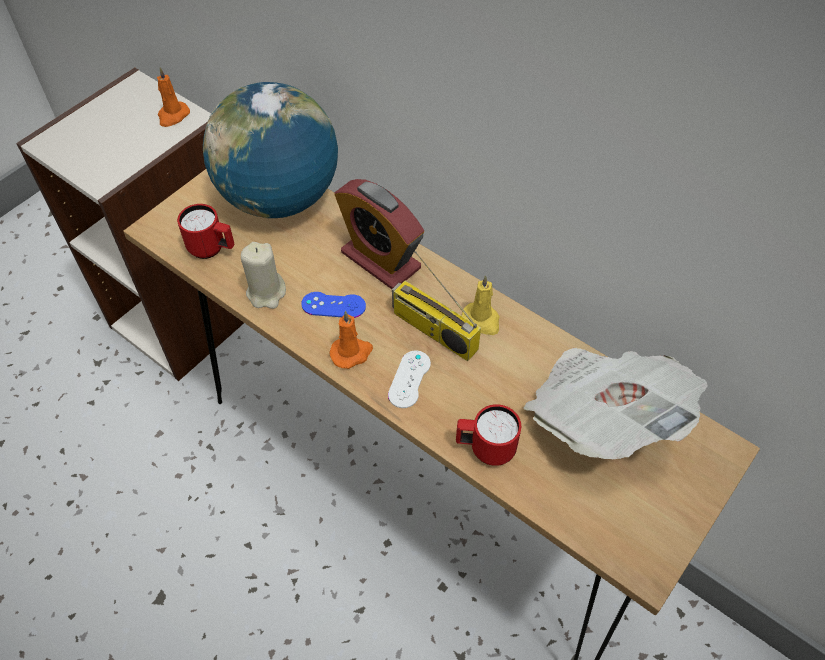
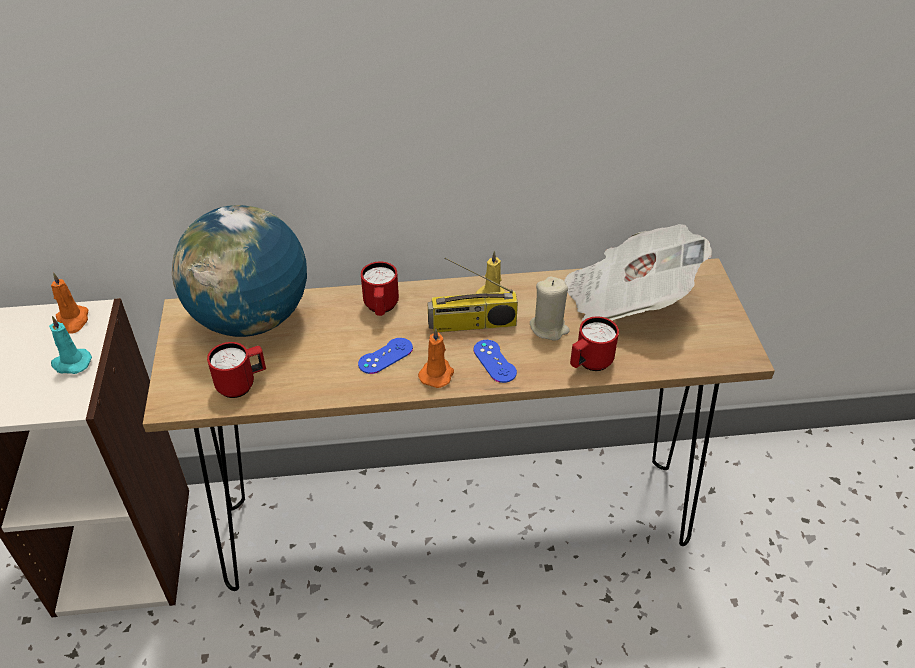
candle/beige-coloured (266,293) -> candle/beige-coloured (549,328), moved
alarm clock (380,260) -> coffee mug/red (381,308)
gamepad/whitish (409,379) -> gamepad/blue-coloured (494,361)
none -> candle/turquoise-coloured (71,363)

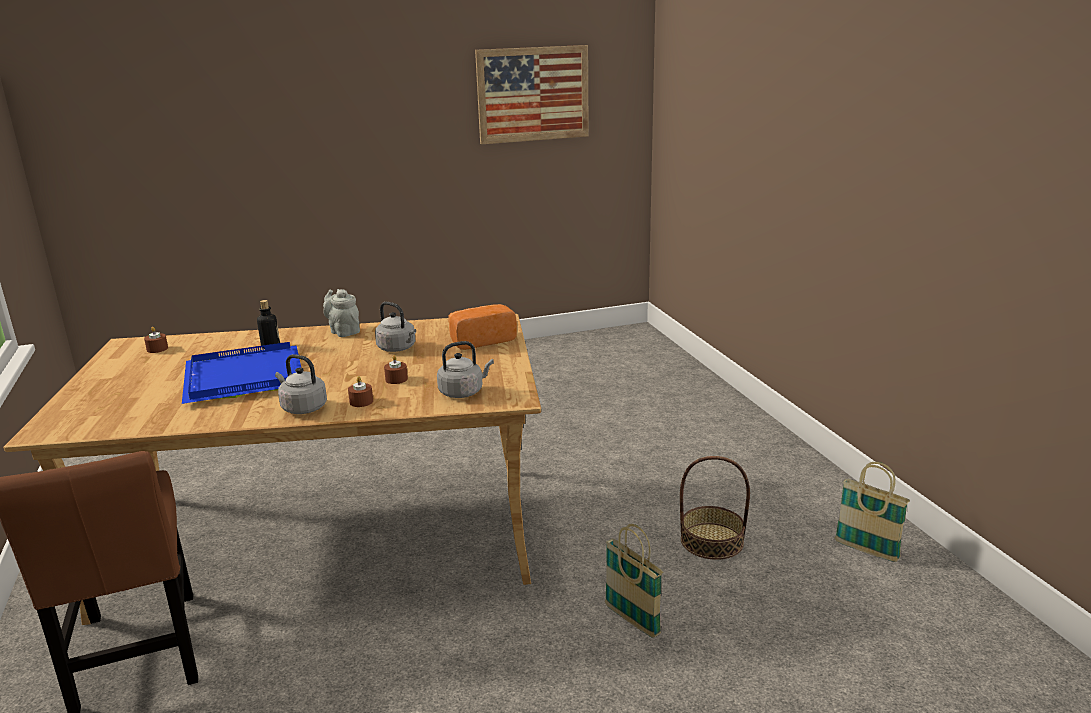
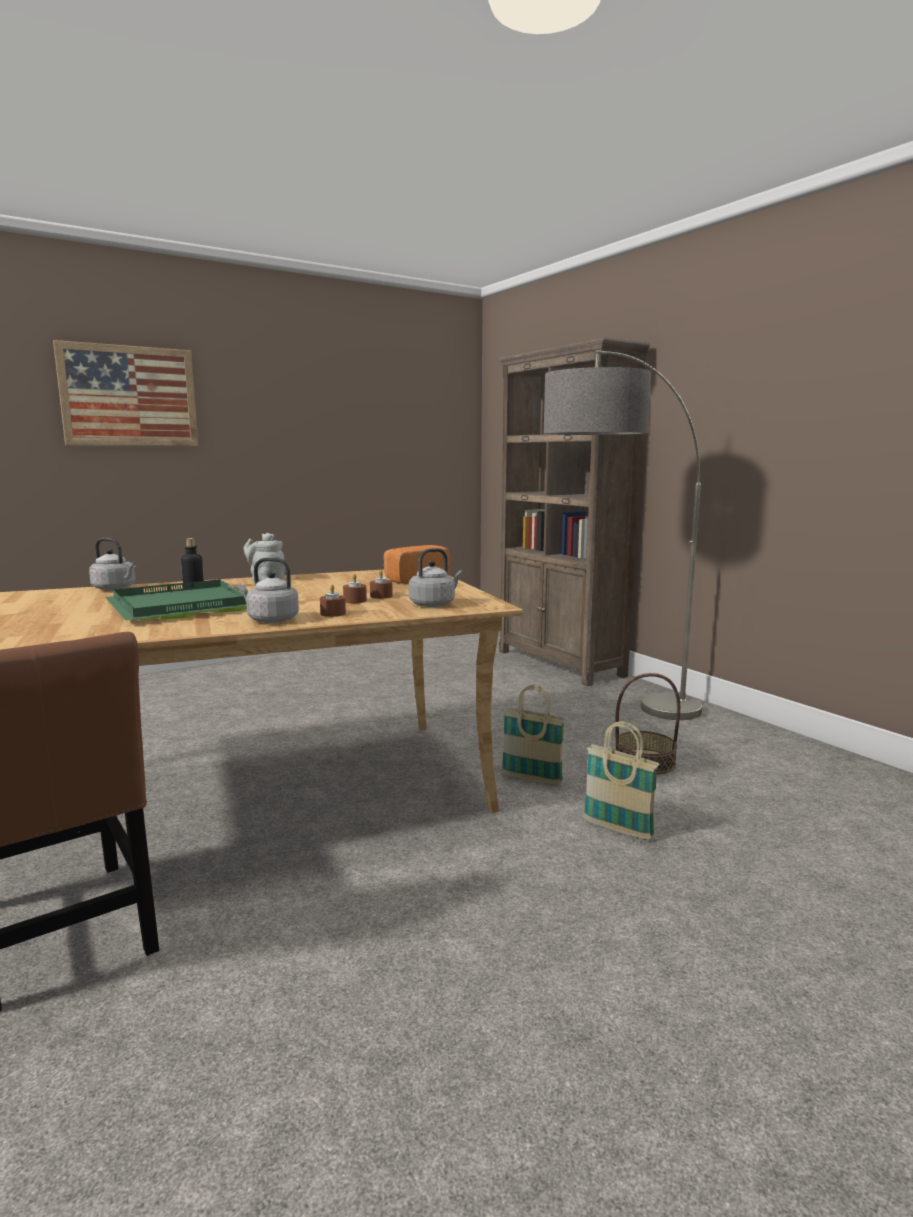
candle/brown (157,349) -> candle/brown (381,596), moved
carrying tray/blue-coloured (242,376) -> carrying tray/green (179,606)
water kettle/greyish (398,348) -> water kettle/greyish (116,588), moved
wall art (533,94) -> wall art (129,396), moved
basket (866,550) -> basket (531,779), moved
none -> shelving unit/brown (560,663)
none -> floor lamp (613,721)

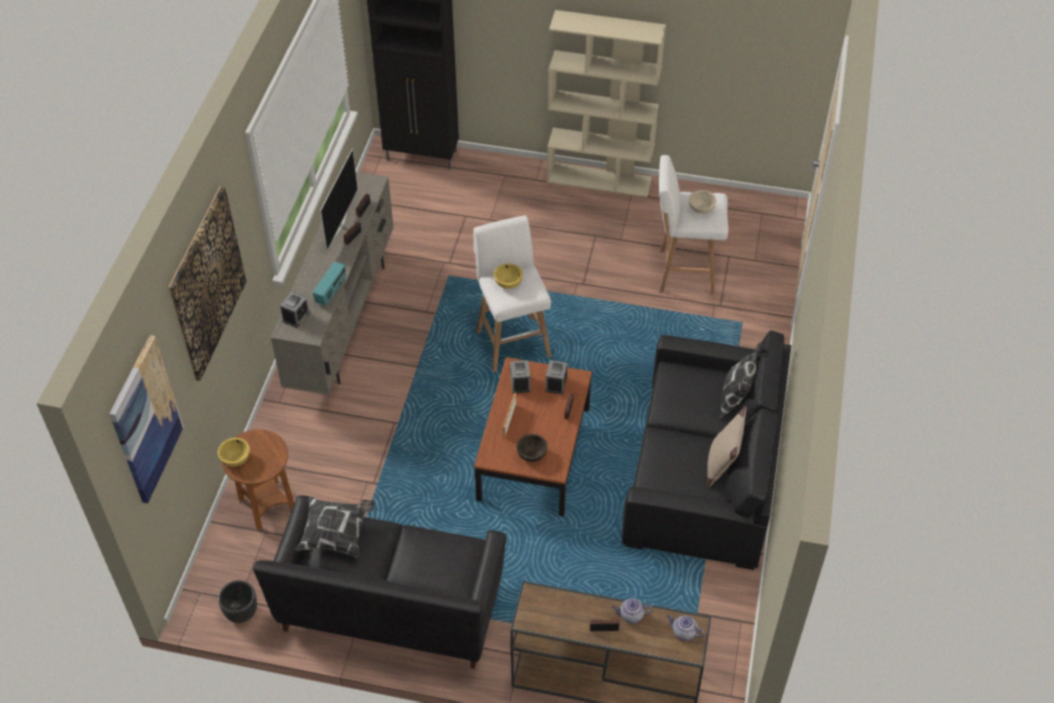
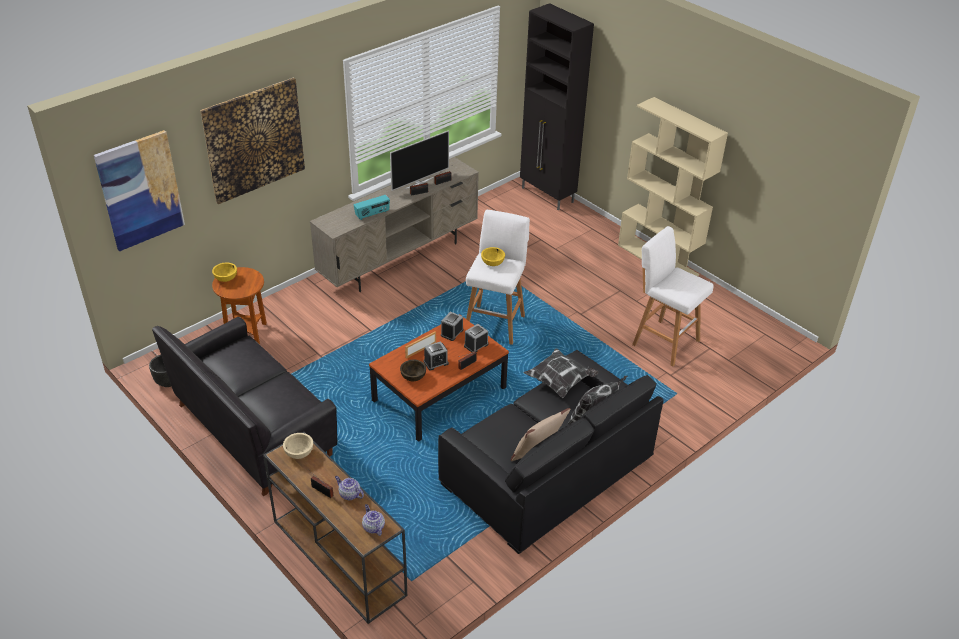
alarm clock (296,316) -> alarm clock (436,362), moved
throw pillow (337,534) -> throw pillow (560,381), moved
serving bowl/beige-coloured (701,208) -> serving bowl/beige-coloured (299,452), moved

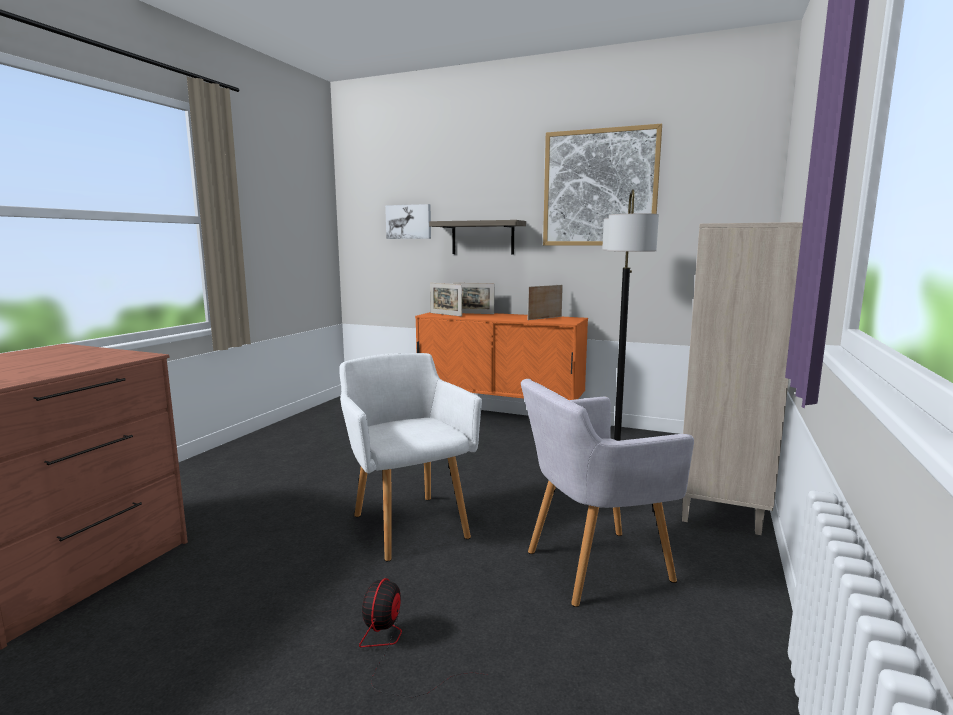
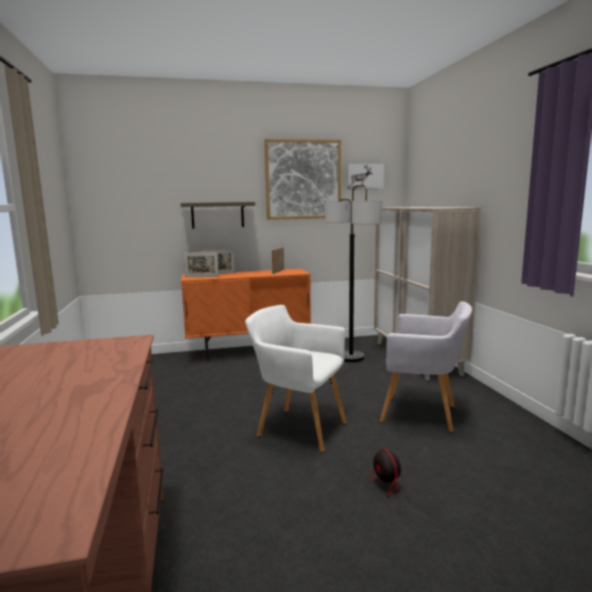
wall art (409,222) -> wall art (365,176), moved
armchair/greyish (591,566) -> armchair/greyish (423,414), 105 degrees counterclockwise

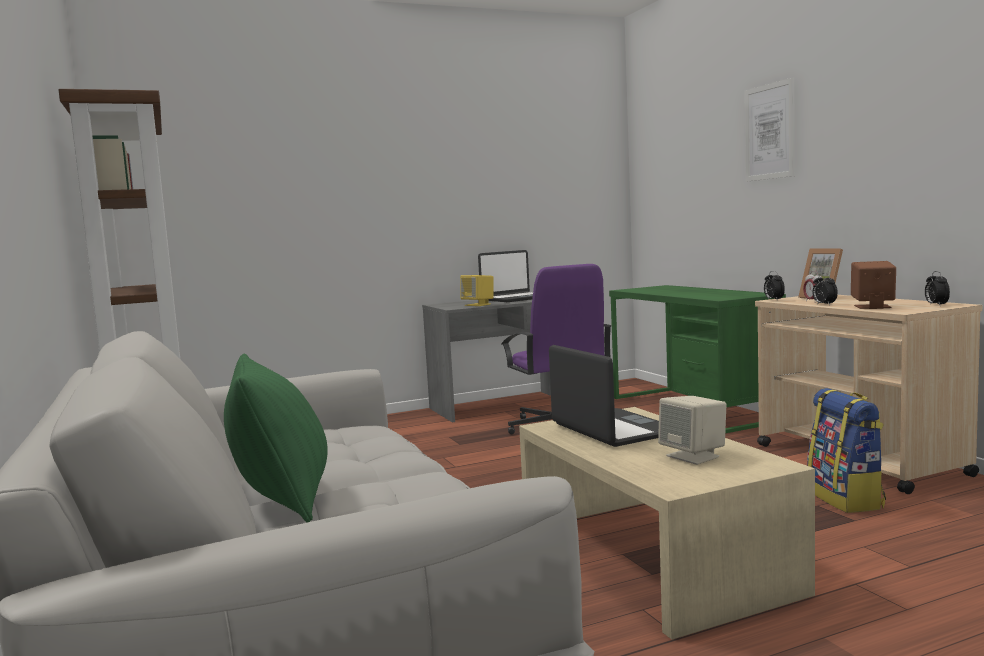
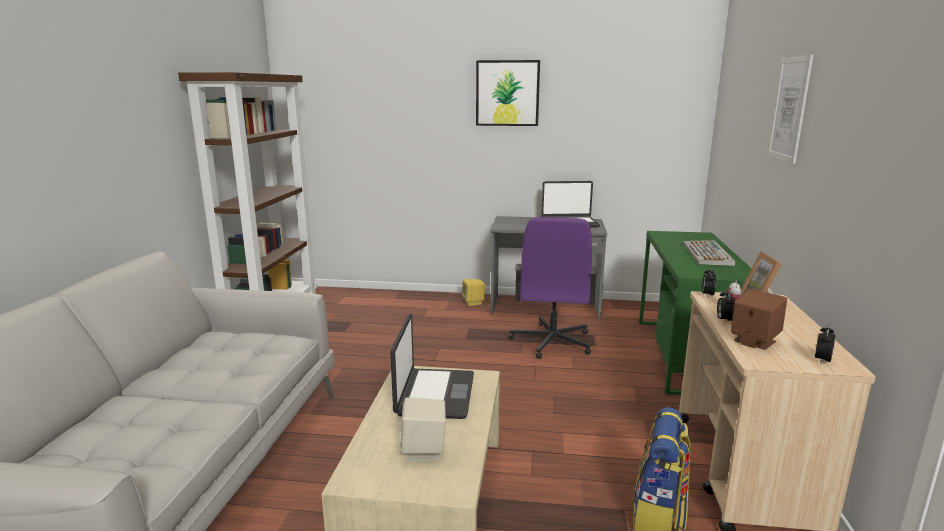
throw pillow/green (283,499) -> none
loudspeaker/yellow (478,305) -> loudspeaker/yellow (473,302), moved
none -> wall art (507,93)
none -> computer keyboard (708,254)

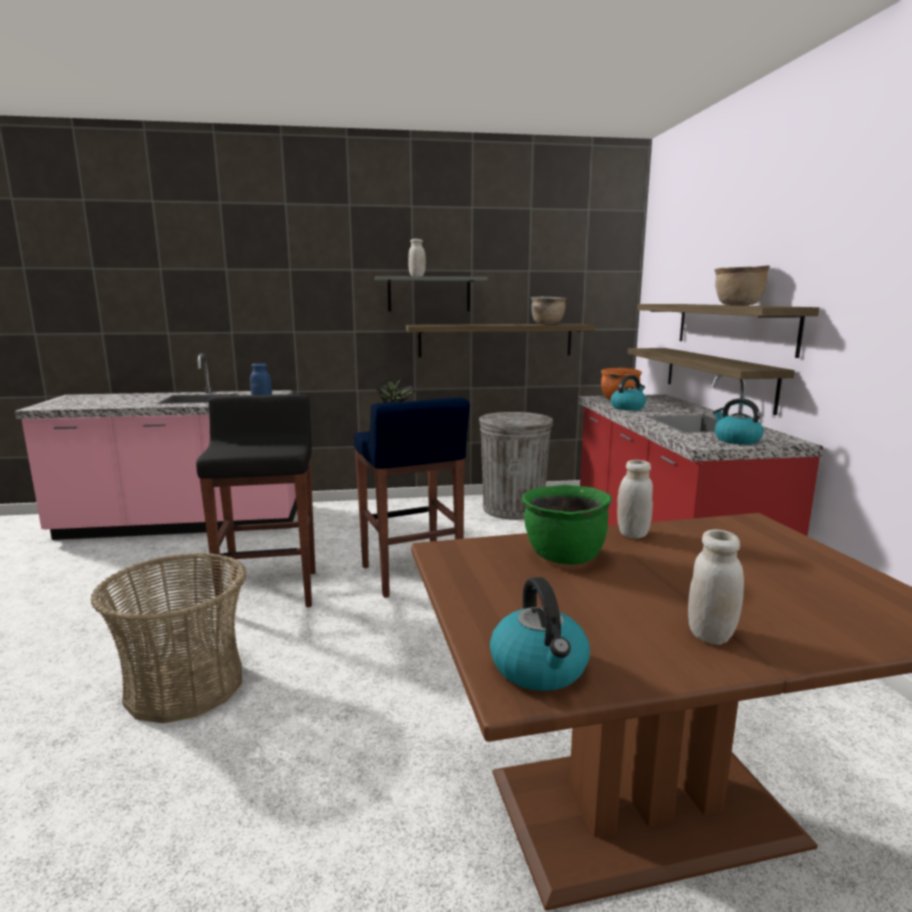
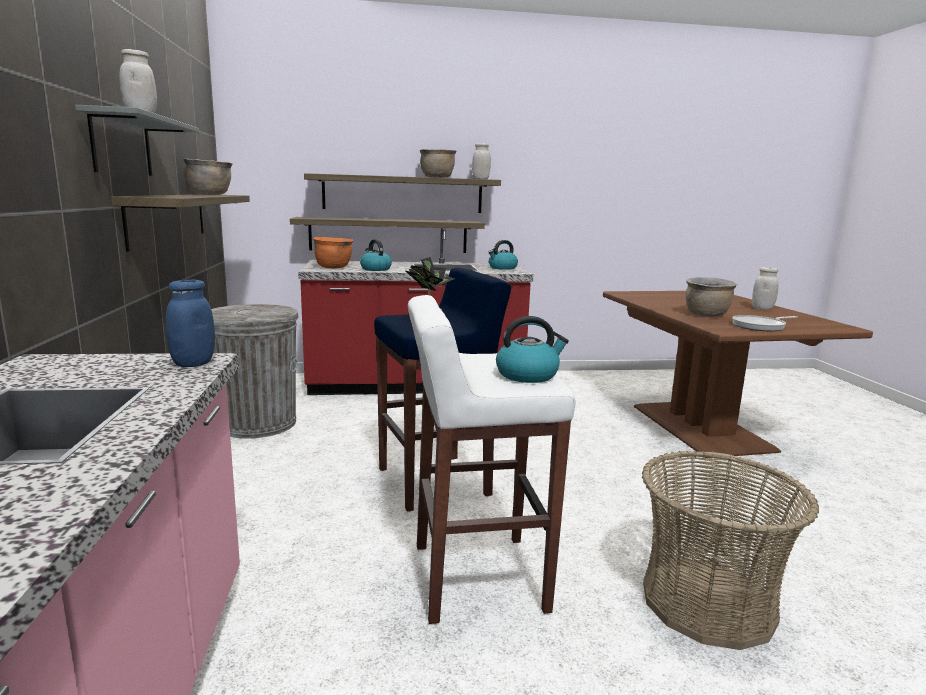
stool/blackish (270,591) -> stool/whitish (476,577)
water kettle (540,669) -> water kettle (528,375), moved
stockpot/green (563,557) -> stockpot/brown (707,315)
preserve jar/whitish (632,533) -> preserve jar/whitish (480,179), moved
none -> pan (760,326)

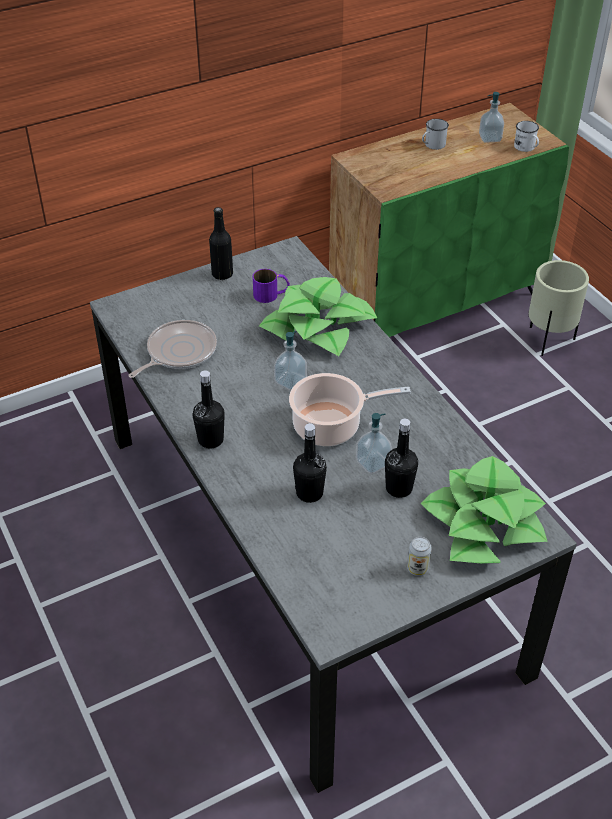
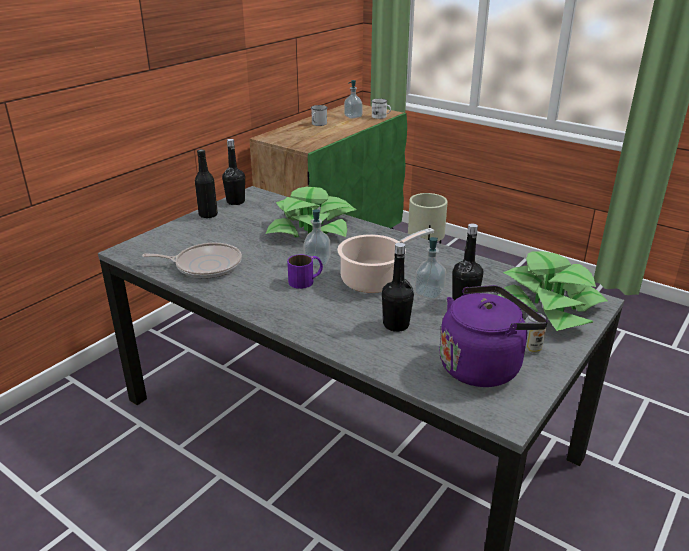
pan (178,352) -> pan (205,265), 75 degrees clockwise
drink bottle/blackish (210,440) -> drink bottle/blackish (235,202), moved
coffee mug/purple-coloured (271,294) -> coffee mug/purple-coloured (306,280), moved
none -> water kettle/purple-coloured (483,365)

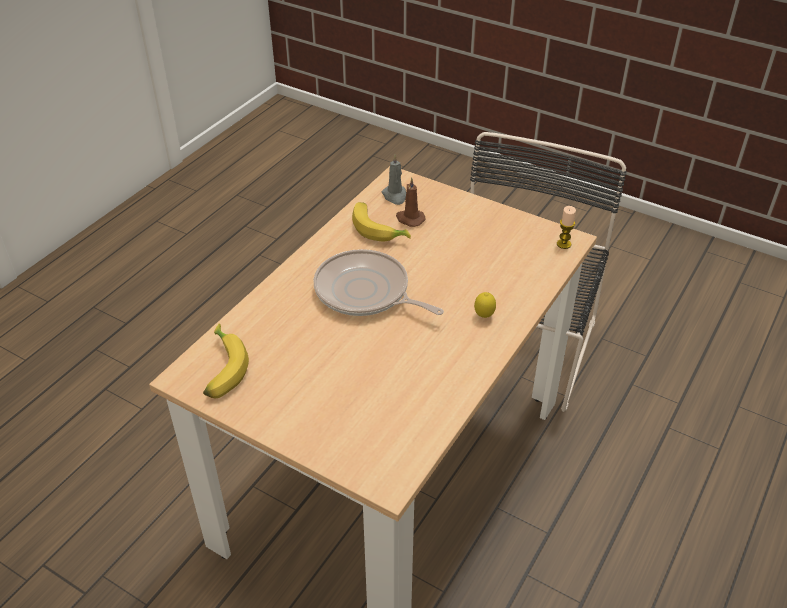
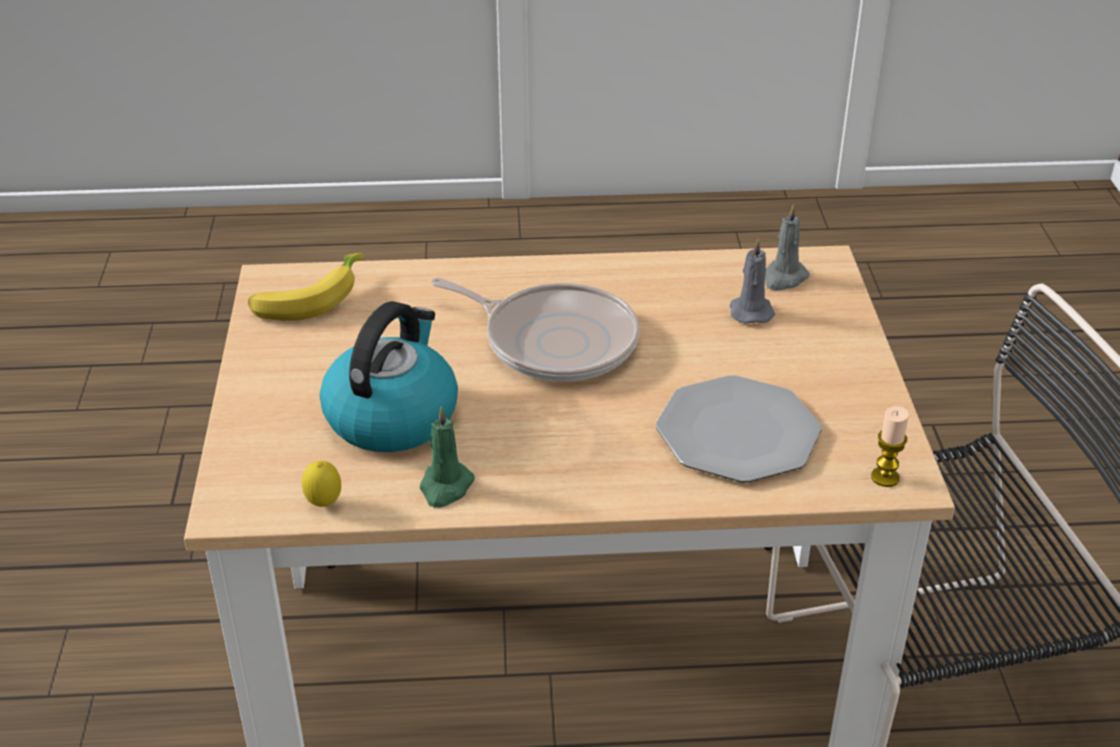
pan (366,292) -> pan (554,341), 120 degrees clockwise
banana fruit (379,229) -> none
candle/brown (409,219) -> candle/greyish (750,311)
whole lemon (484,316) -> whole lemon (324,504), moved
none -> water kettle (392,416)
none -> candle/green (445,487)
none -> flat dish (737,432)

